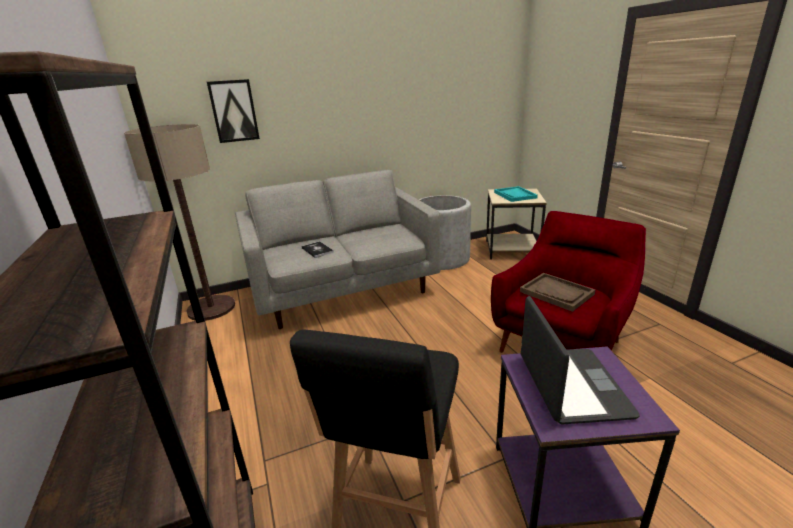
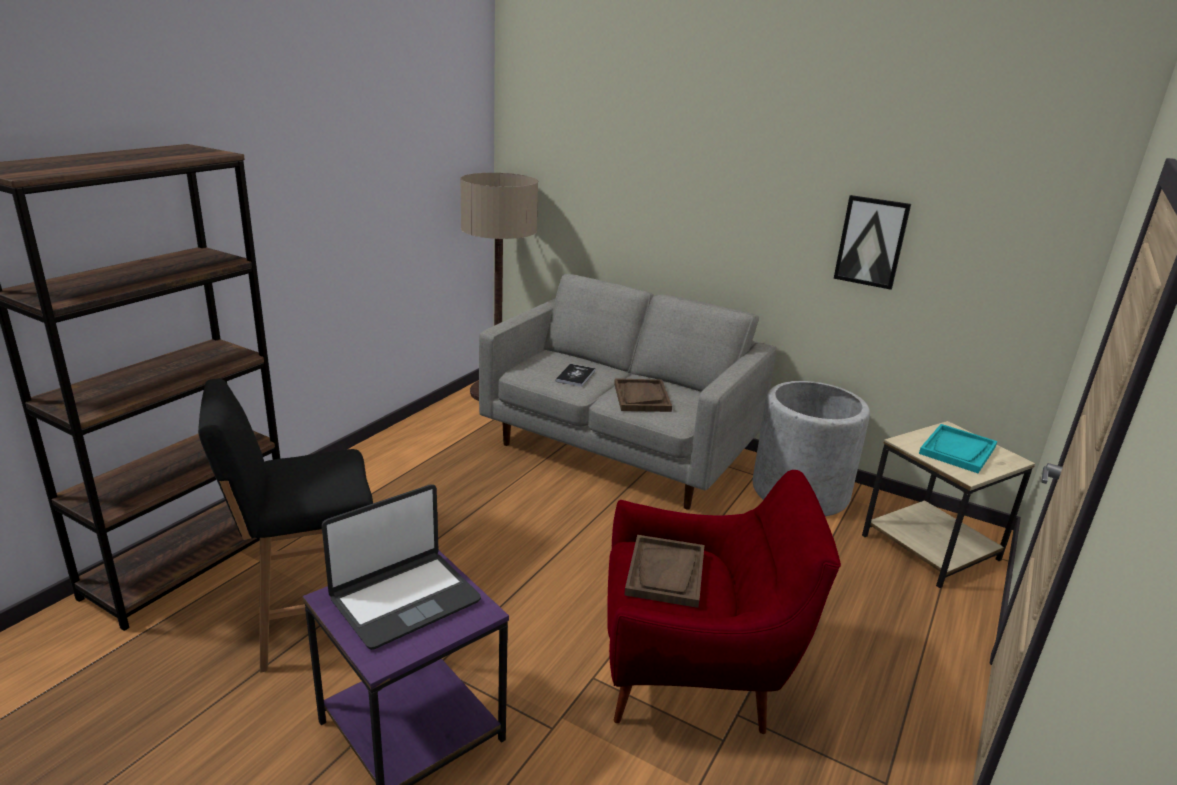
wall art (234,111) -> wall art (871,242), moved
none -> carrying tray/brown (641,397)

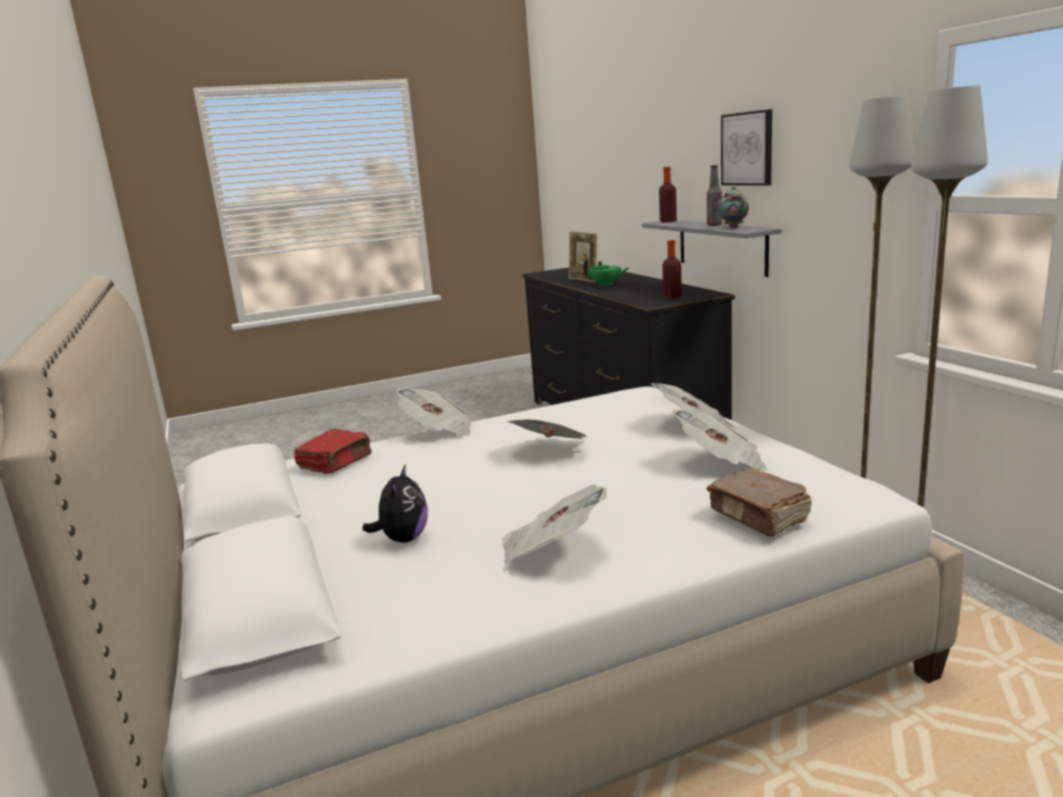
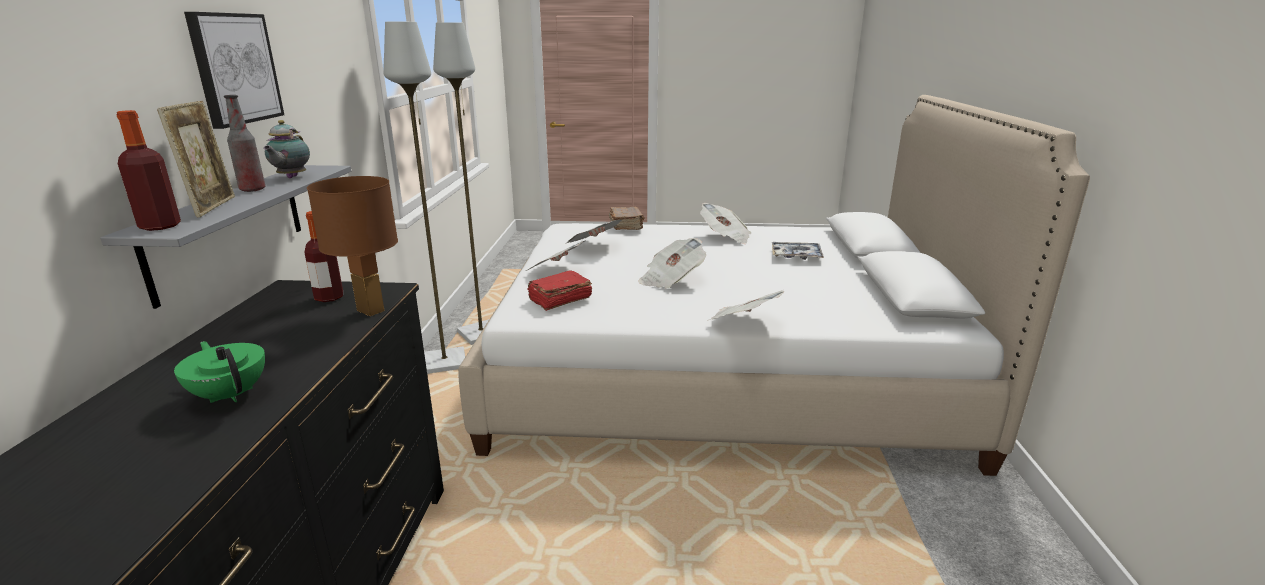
bound book/red (336,463) -> bound book/red (559,300), moved
plush toy (403,539) -> carrying tray (796,256)
standing frame (583,280) -> standing frame (213,207), moved
none -> lamp for a table/brown (369,311)

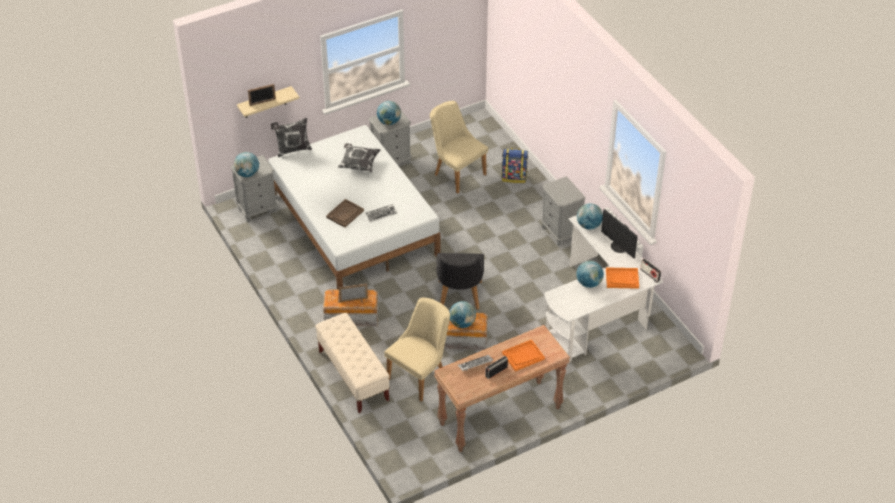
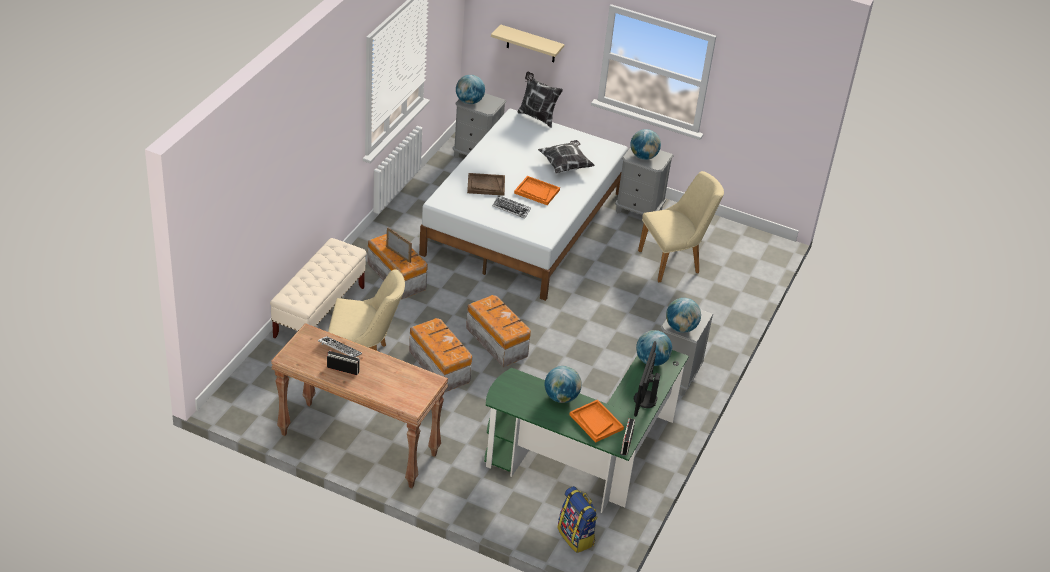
standing frame (262,102) -> none
upright chair/beige-coloured (456,172) -> upright chair/beige-coloured (675,261), 60 degrees clockwise
upright chair/blackish (459,298) -> storage container (497,341)
globe (462,323) -> globe (681,328), moved
knapsack (514,177) -> knapsack (576,537), moved
carrying tray/orange (523,356) -> carrying tray/orange (536,191), moved
desk/whitish (598,312) -> desk/green (586,460)

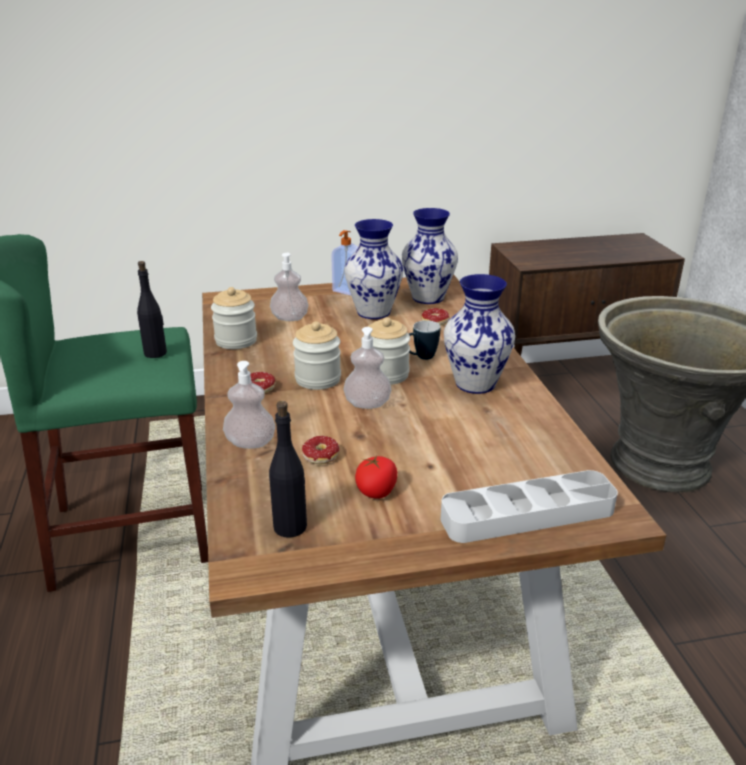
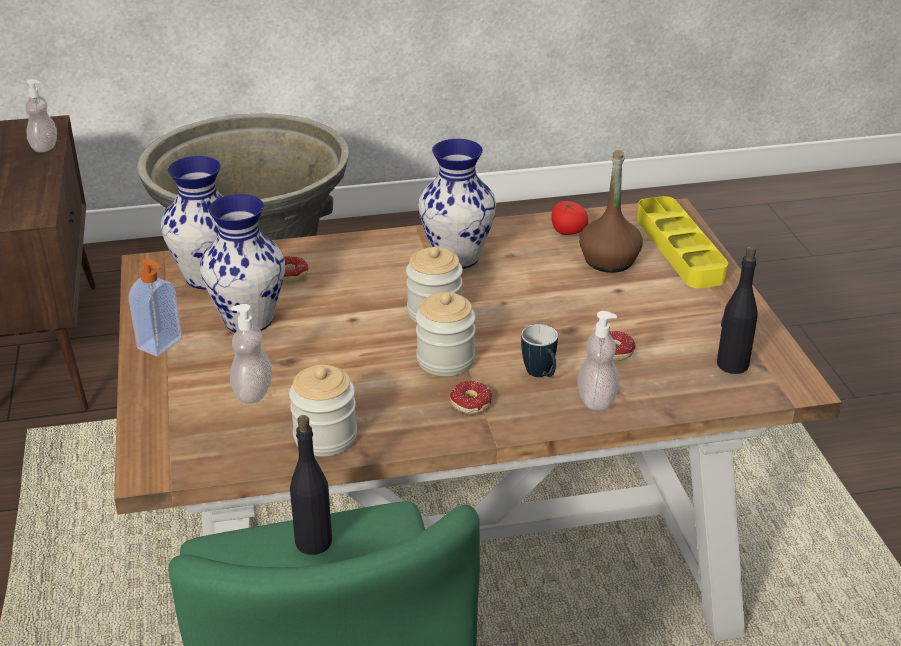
liquid soap bottle (367,404) -> liquid soap bottle (44,147), moved
tomato (376,492) -> tomato (567,232), moved
coffee mug (421,357) -> coffee mug (541,375), moved
carrying tray/greyish (527,514) -> carrying tray/yellow (679,248)
none -> drink bottle/brown (609,261)

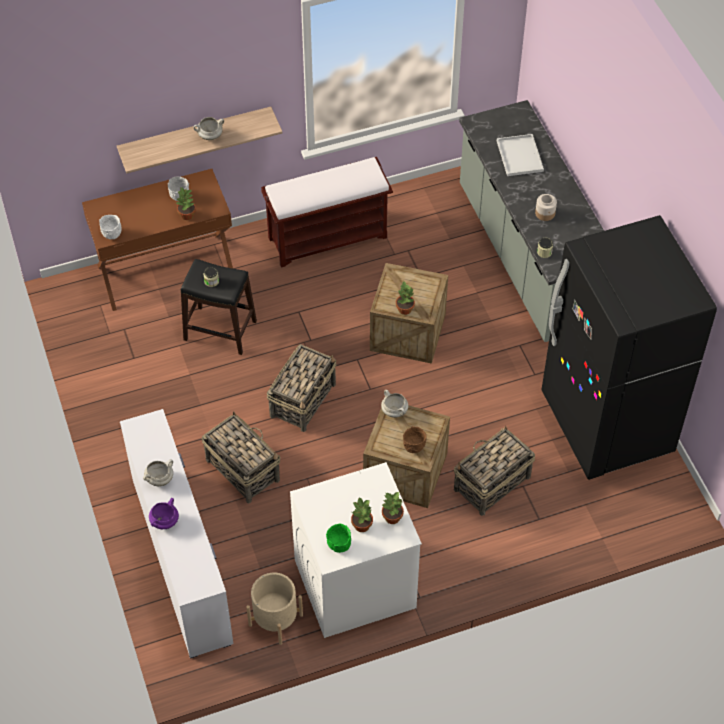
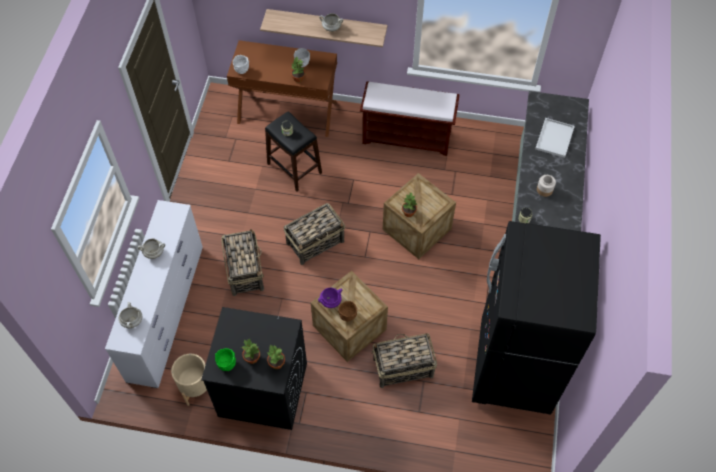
stockpot/purple-coloured (164,522) -> stockpot/purple-coloured (330,301), moved
laundry machine/whitish (354,584) -> laundry machine/blackish (262,390)
stockpot/whitish (395,411) -> stockpot/whitish (132,321), moved

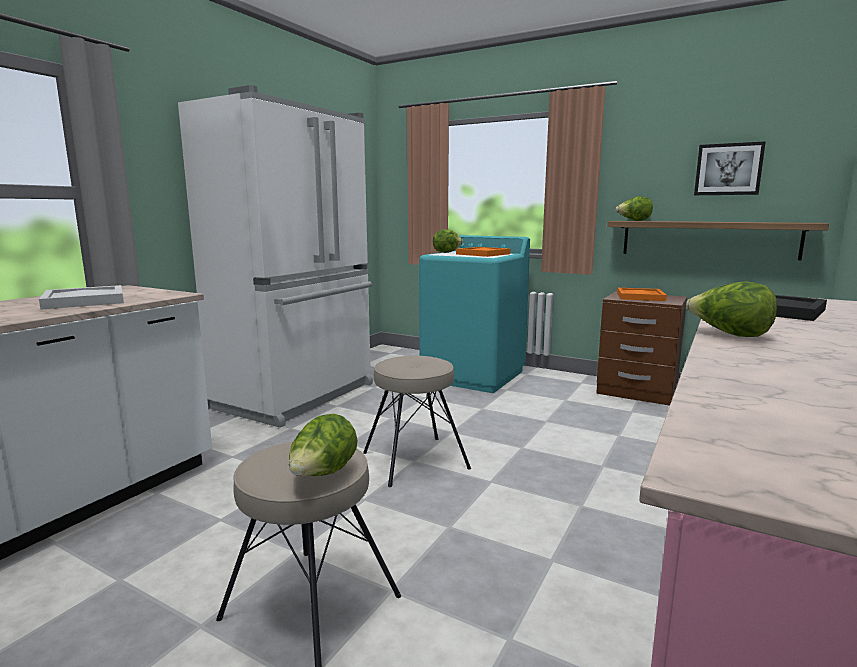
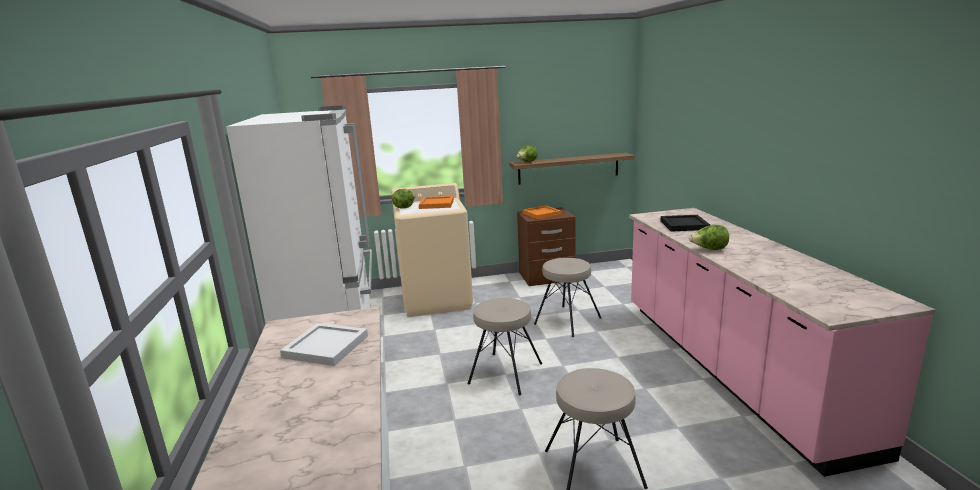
head of lettuce (323,475) -> none
laundry machine/turquoise-coloured (474,375) -> laundry machine/beige-coloured (437,300)
wall art (728,169) -> none
none -> stool/beige-coloured (567,320)

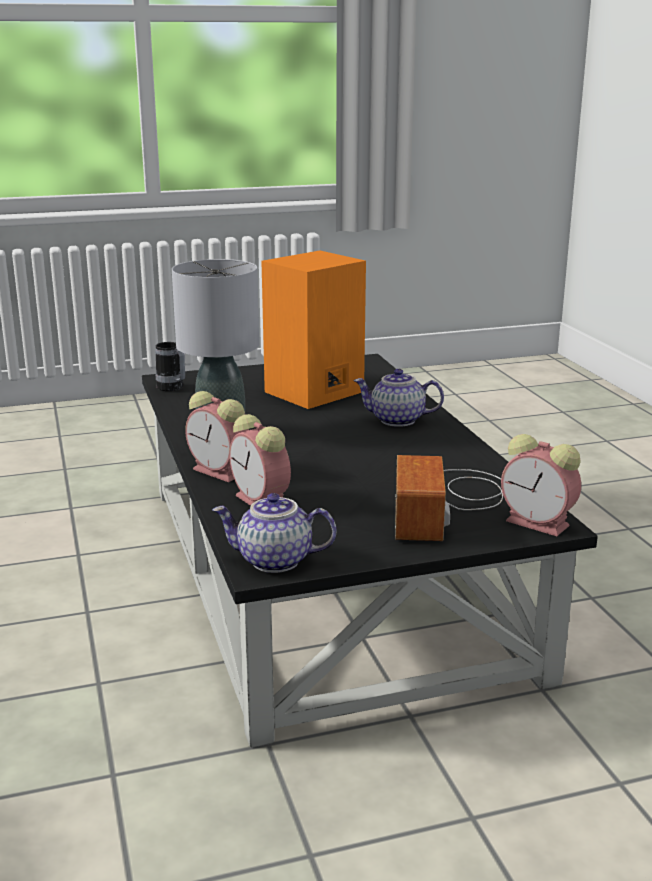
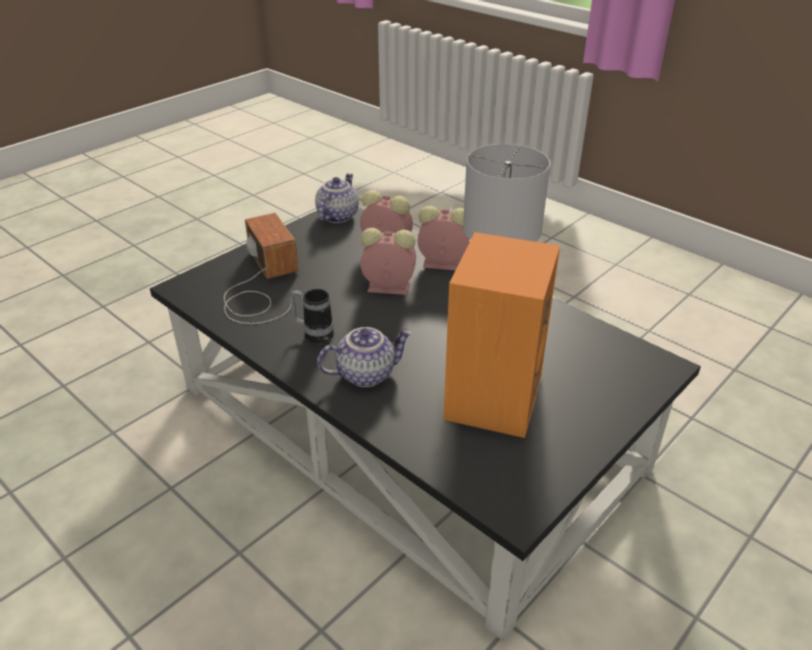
coffee mug (173,388) -> coffee mug (313,334), moved
teapot (274,561) -> teapot (337,216), 45 degrees counterclockwise
alarm clock (540,523) -> alarm clock (386,287), moved

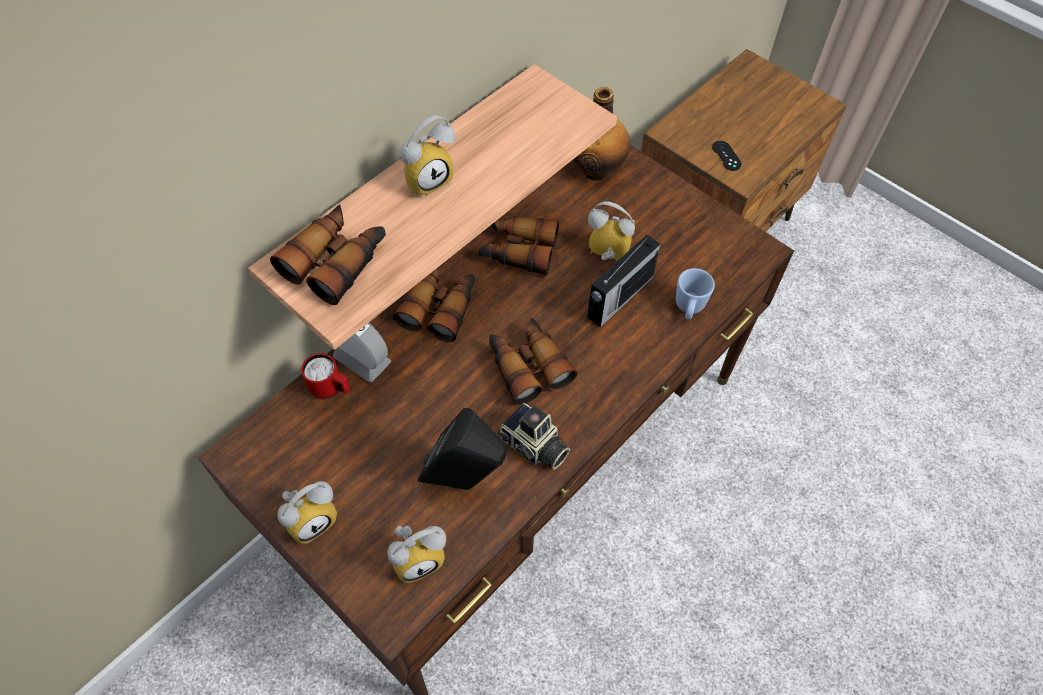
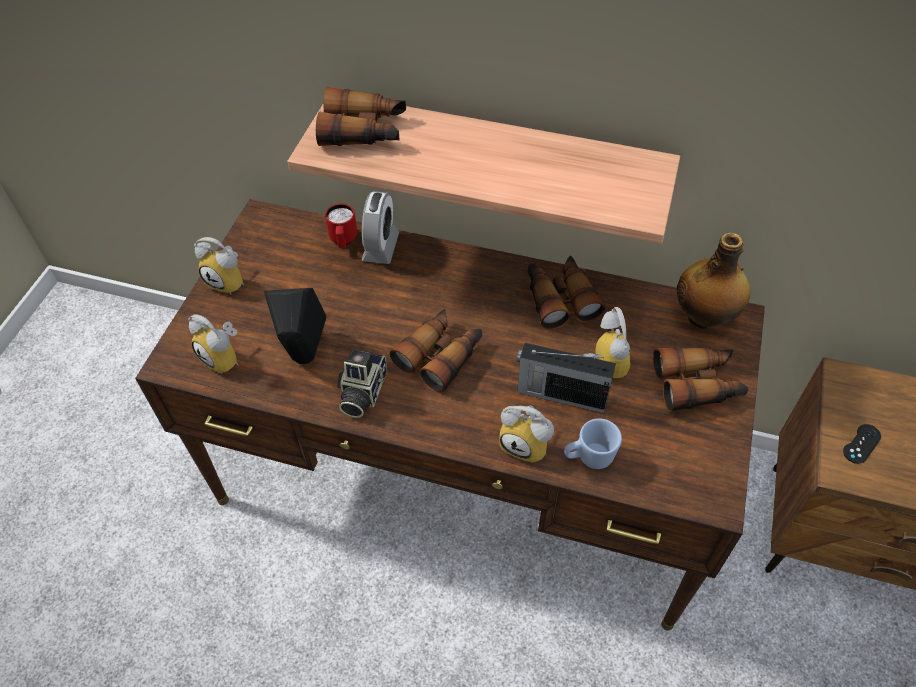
pair of binoculars (440,307) -> pair of binoculars (697,384), moved
alarm clock (427,178) -> alarm clock (527,444), moved

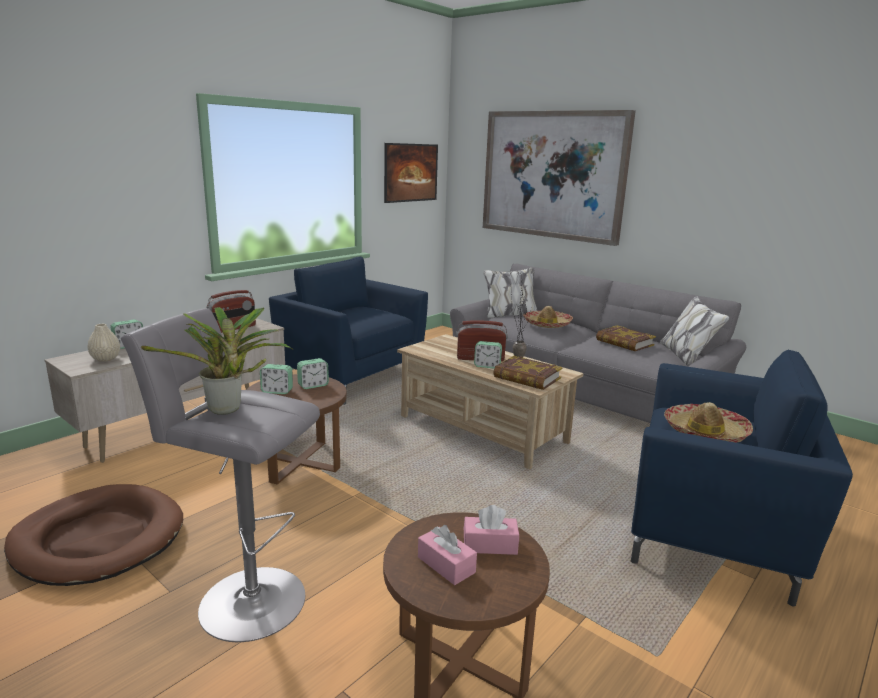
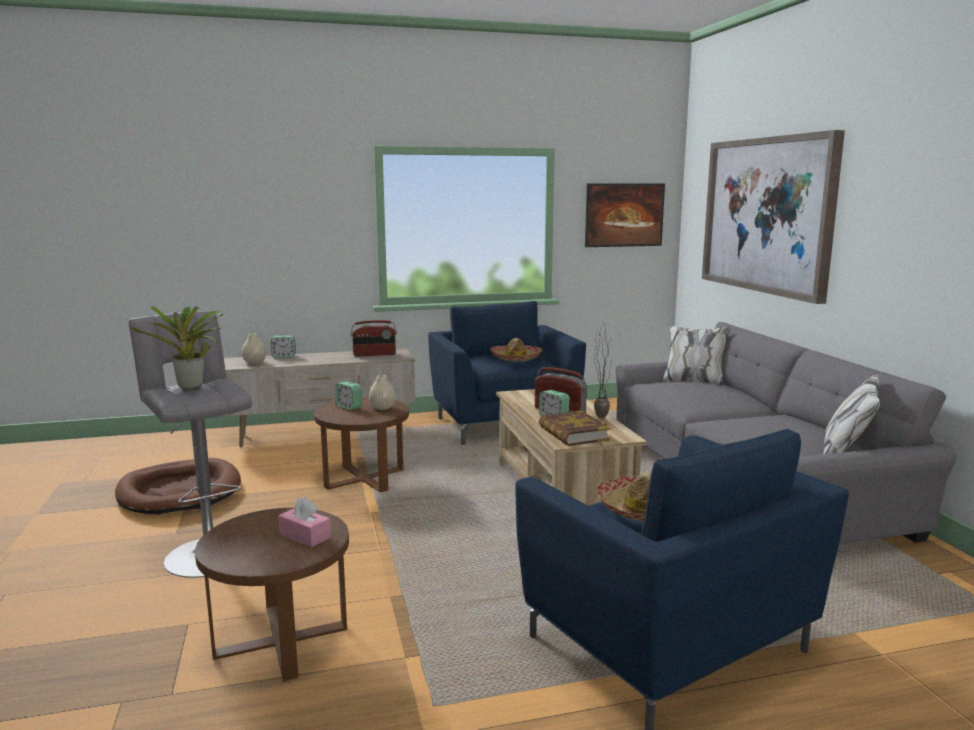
alarm clock (313,385) -> flower vase/beige-coloured (382,408)
tissue box/pinkish (446,565) -> none
hat (547,324) -> hat (516,358), moved
bound book (624,343) -> none

